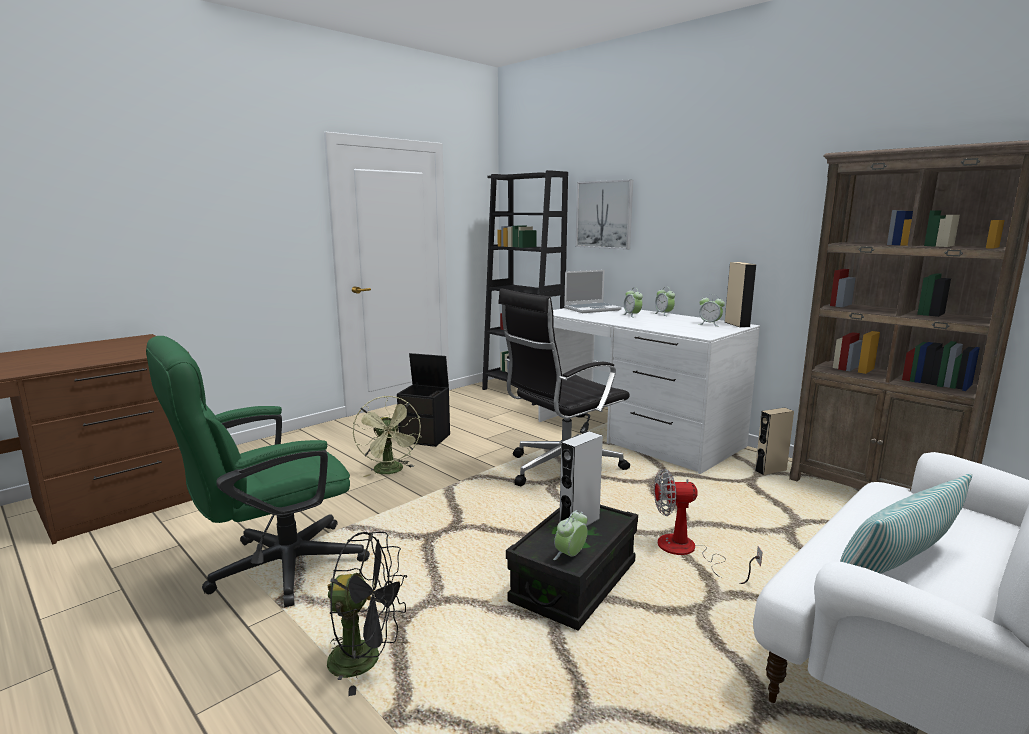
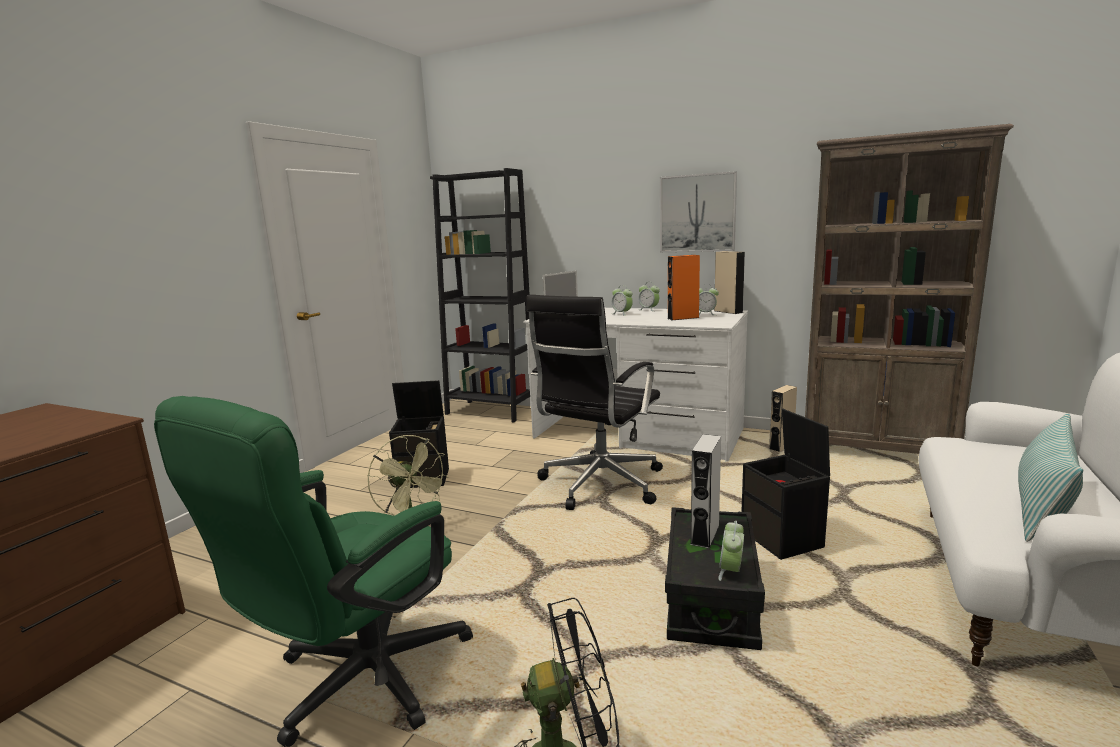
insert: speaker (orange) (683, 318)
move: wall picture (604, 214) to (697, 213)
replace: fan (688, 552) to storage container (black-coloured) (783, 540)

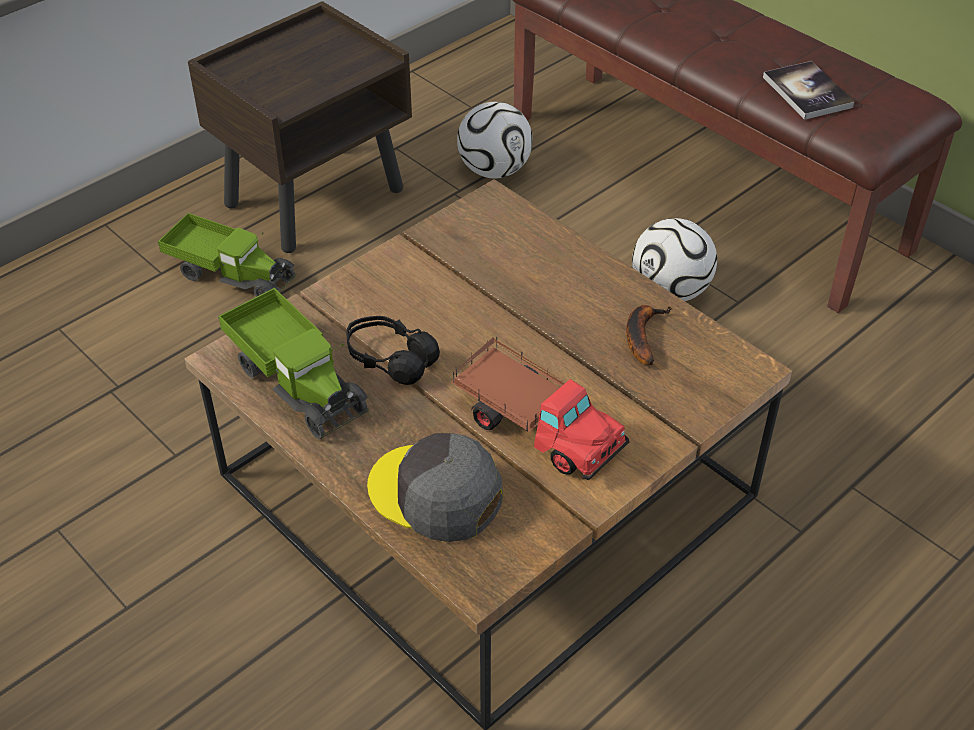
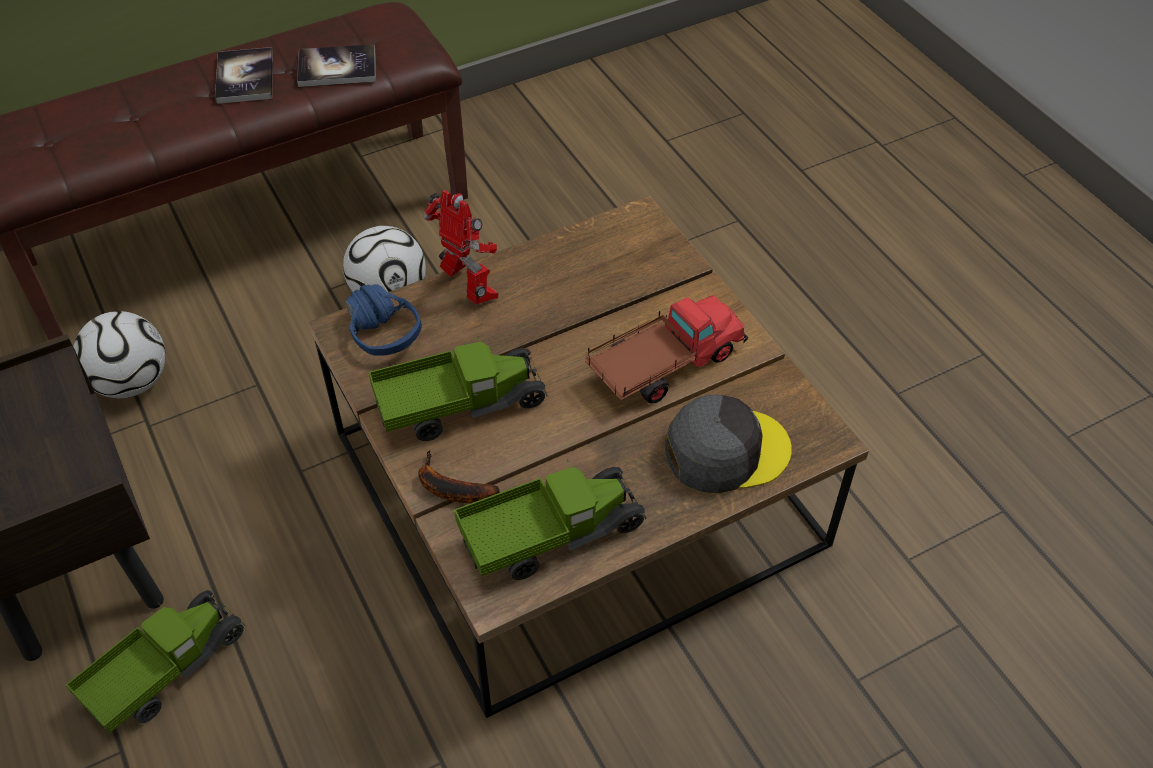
delete: headphones (black-coloured) (390, 359)
insert: bound book (245, 77); model robot (469, 290); headphones (blue) (395, 326); model truck (459, 405)
move: banana (641, 335) to (449, 488)
rotate: peaked cap (greyish) (435, 494) = (725, 450) 150 degrees counterclockwise

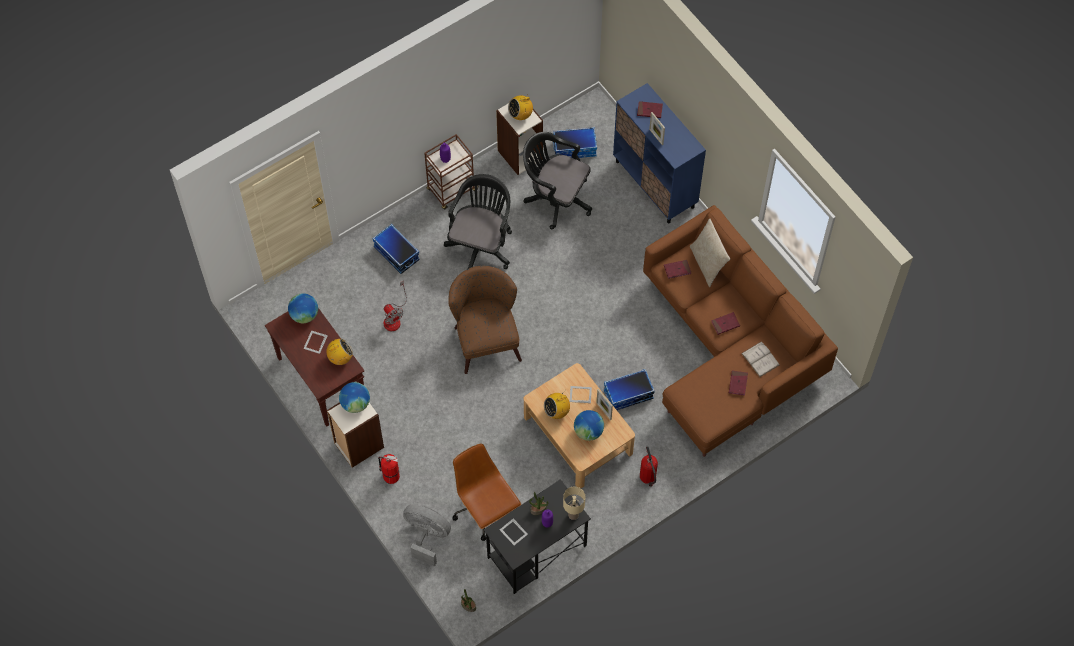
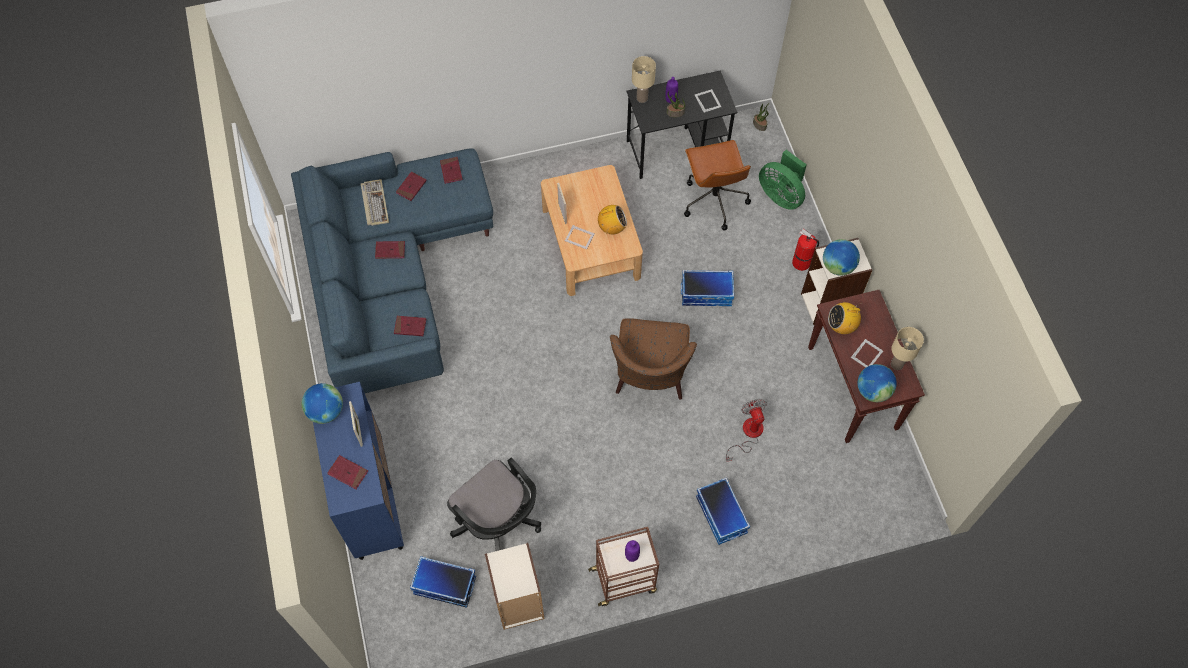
delete: radio (520, 115); computer chair (black-coloured) (481, 245); cushion (beige-coloured) (707, 264); fire-fighting cylinder (648, 477)
insert: bound book (red) (451, 171); table lamp (beige-coloured) (896, 364)
move: storage container (628, 395) to (706, 293); globe (588, 431) to (325, 411)
replace: bound book (white-coloured) (760, 359) to keyboard (374, 203)
recolor: sofa (brownish) (728, 348) to sofa (blue) (392, 278); fan (greyish) (427, 536) to fan (greenish) (781, 195)

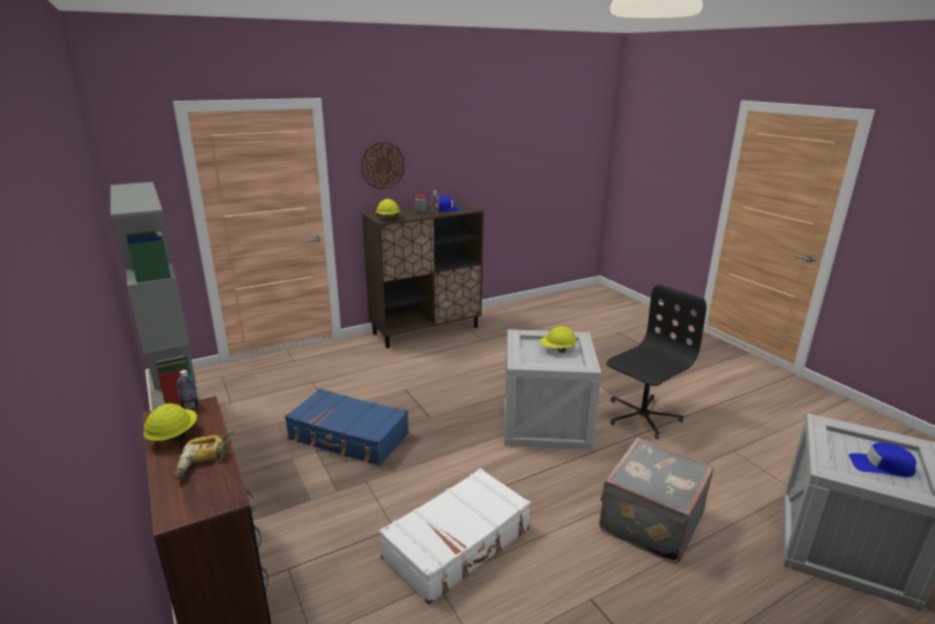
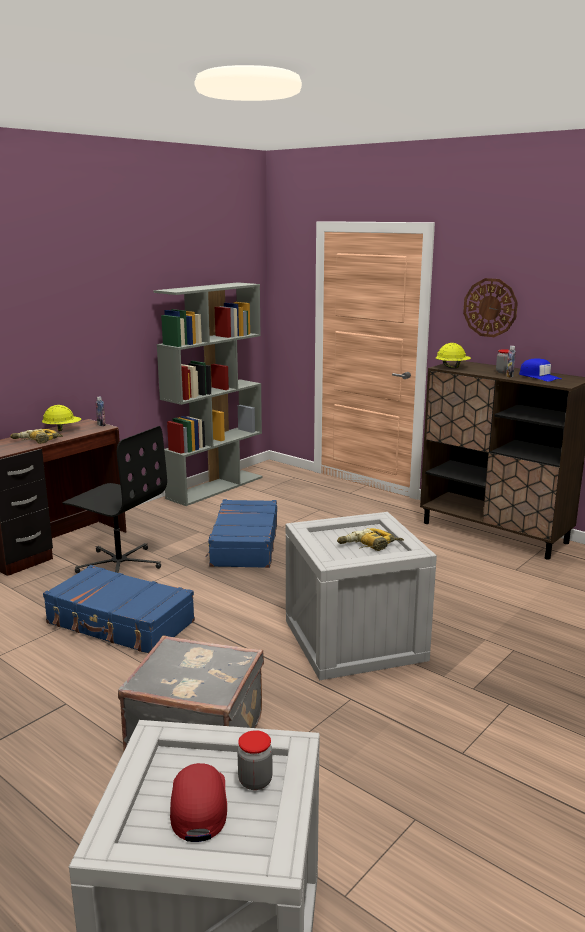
insert: jar (255, 781)
move: computer chair (black-coloured) (641, 416) to (119, 564)
replace: work helmet (yellowish) (557, 350) to drill (369, 546)
recolor: peaked cap (blue) (881, 466) to peaked cap (red) (198, 805); travel case (white-coloured) (458, 544) to travel case (blue) (120, 623)

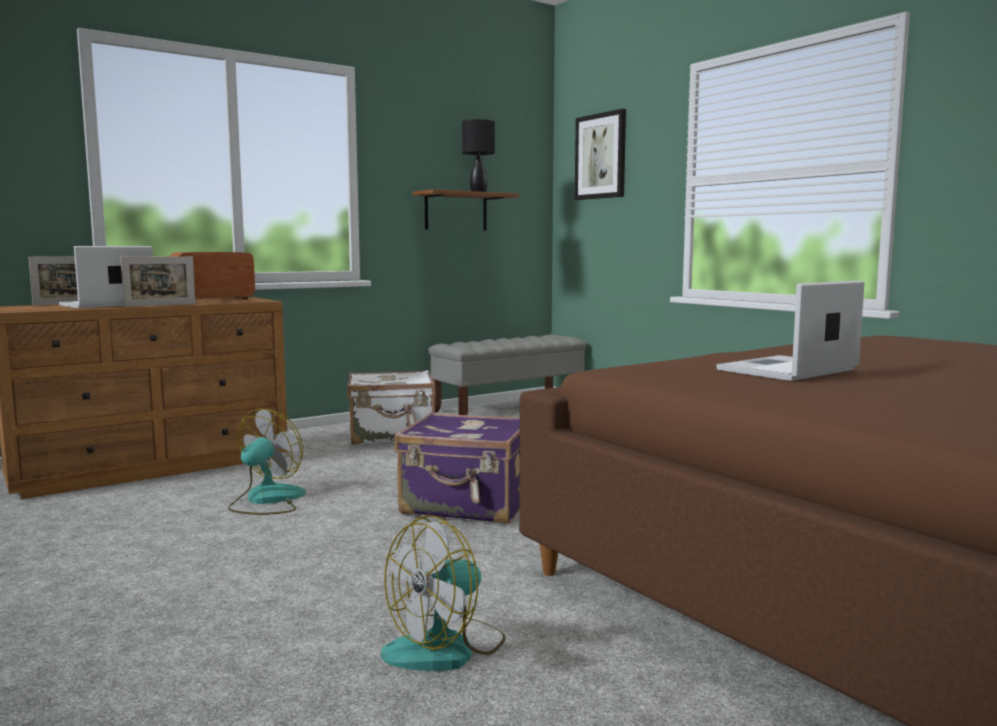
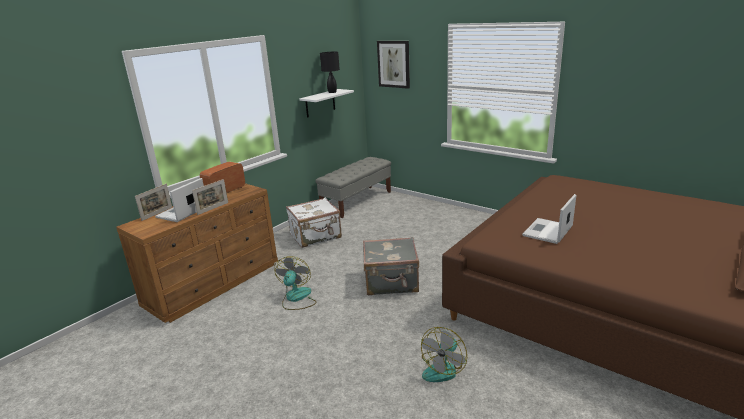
recolor: wall shelf (brownish) (456, 211) to wall shelf (white-coloured) (320, 103); travel case (purplish) (468, 505) to travel case (greyish) (391, 283)

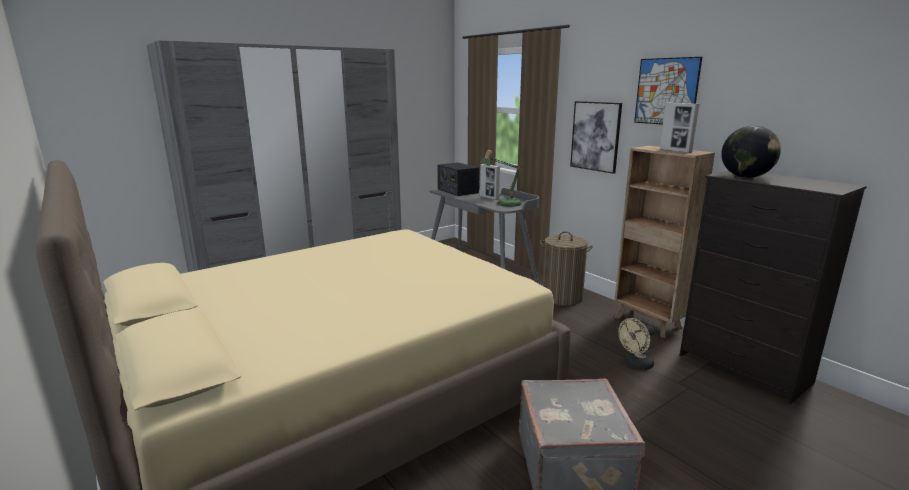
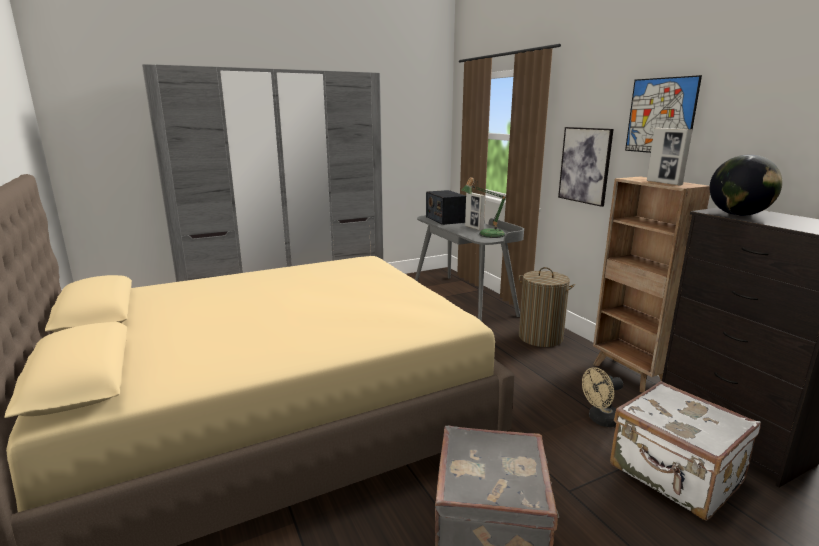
insert: travel case (white-coloured) (675, 475)

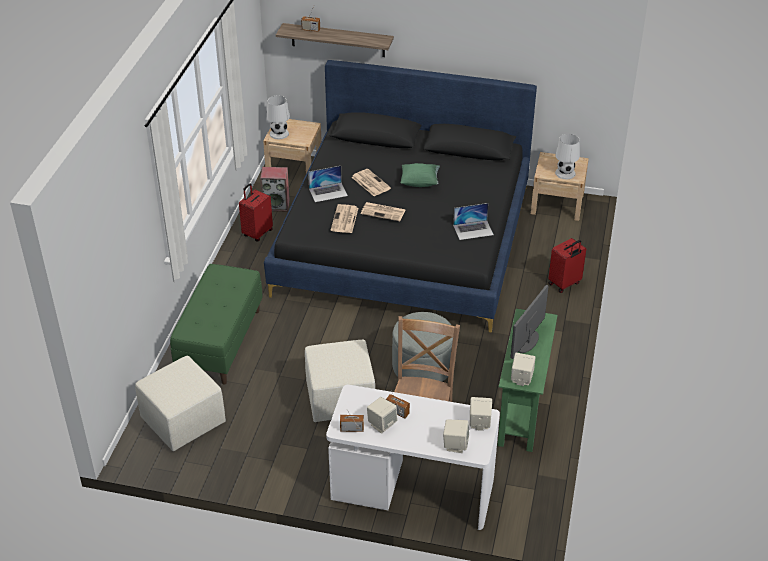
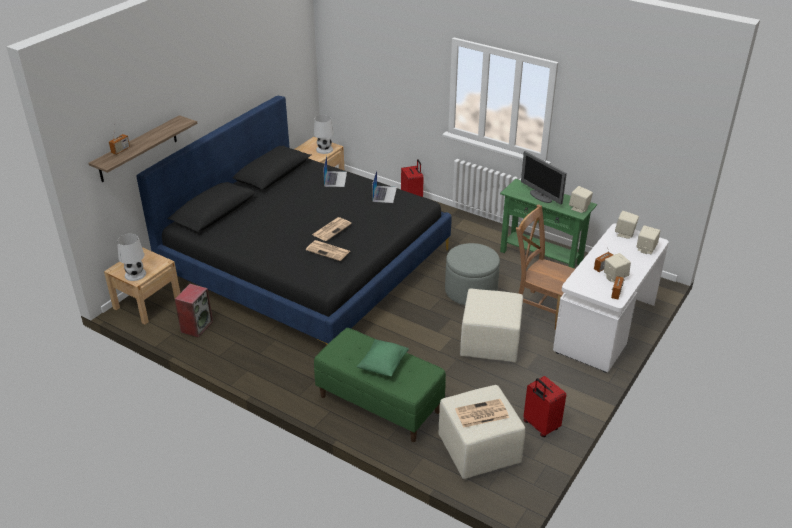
move: cushion (greenish) (420, 182) to (383, 365); portable computer (328, 192) to (335, 179); printed paper (370, 183) to (481, 414); travel case (red) (257, 233) to (540, 426)

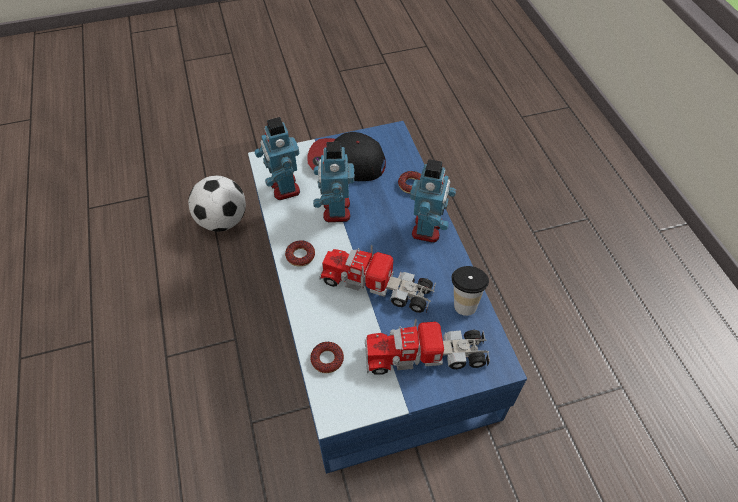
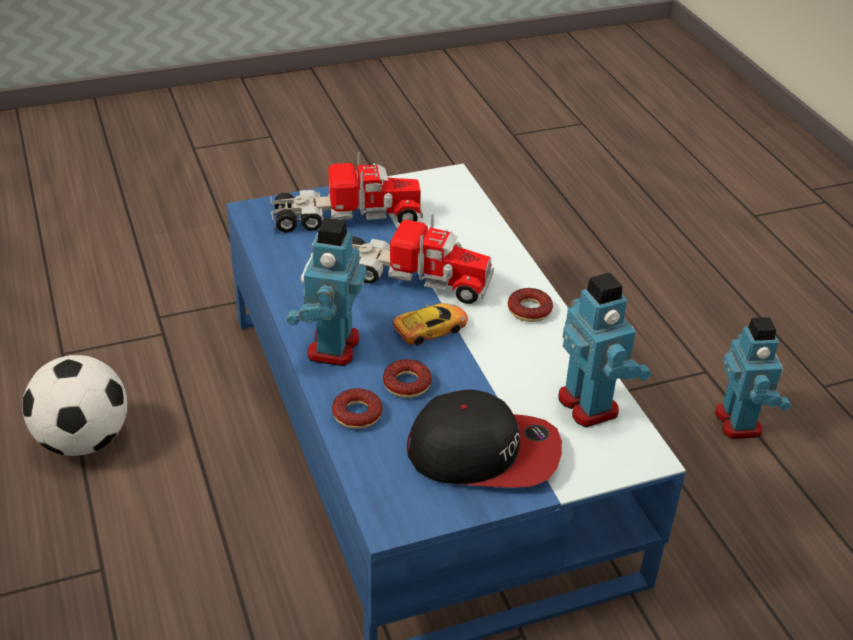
delete: drinking cup (464, 302)
insert: miniature car (430, 328)
move: model robot (335, 210) to (739, 422); ball for football (222, 220) to (84, 441); donut (327, 359) to (407, 384)

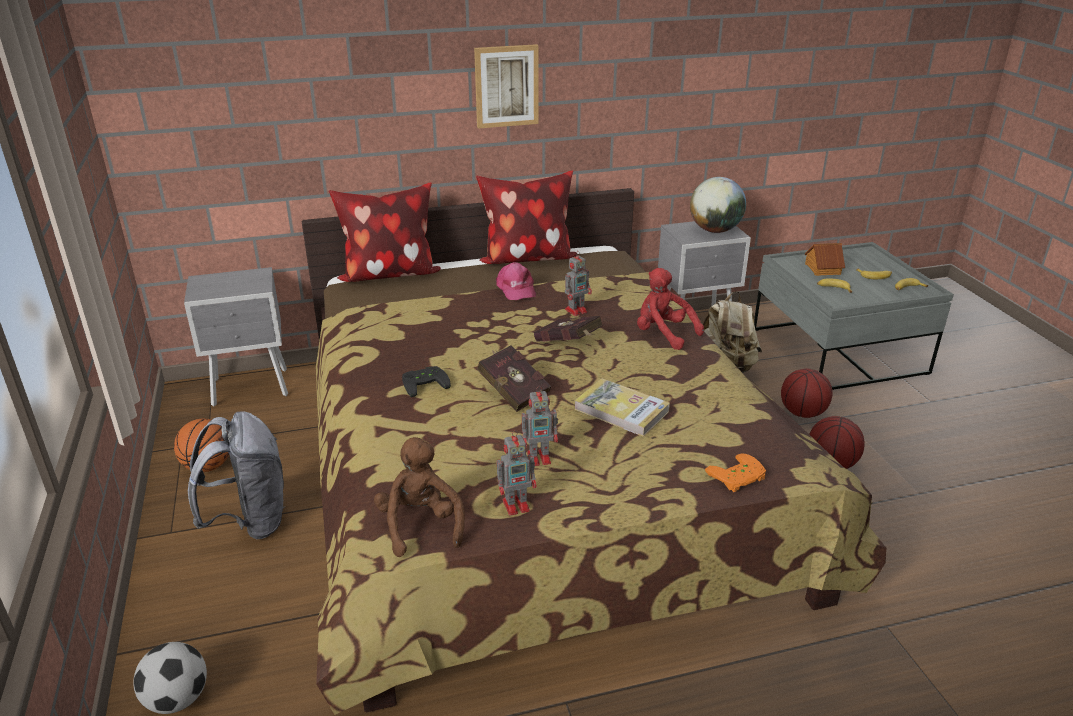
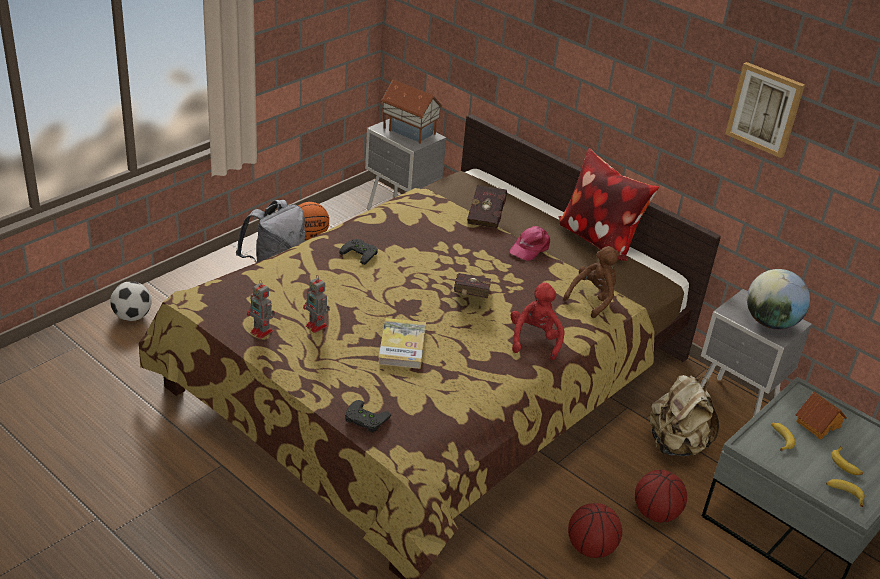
delete: cushion (388, 274); model robot (577, 310)
insert: model house (410, 130)
move: wall picture (506, 86) to (765, 109); bound book (red) (512, 391) to (487, 216); plush toy (brownish) (421, 525) to (593, 299)
recolor: game controller (orange) (738, 478) to game controller (black-coloured) (364, 420)

